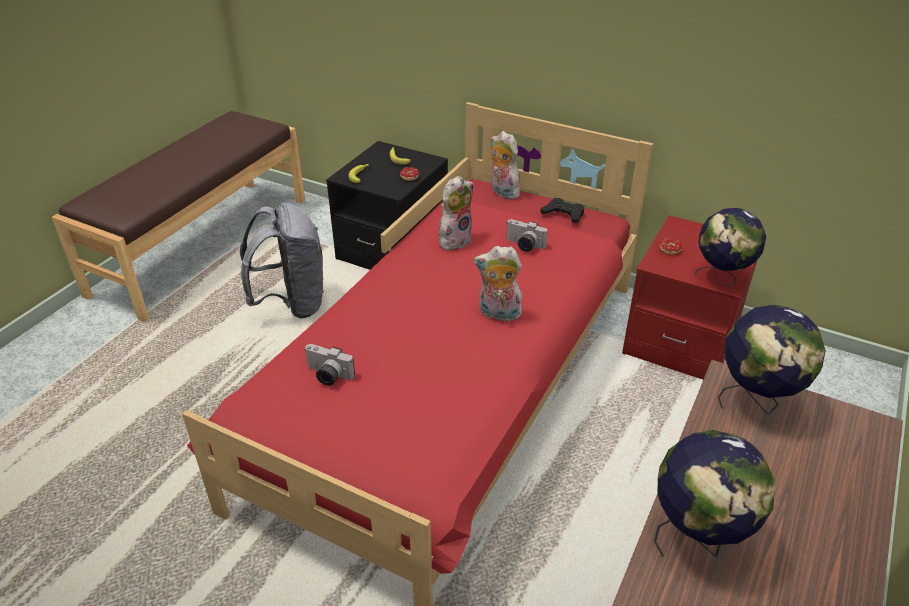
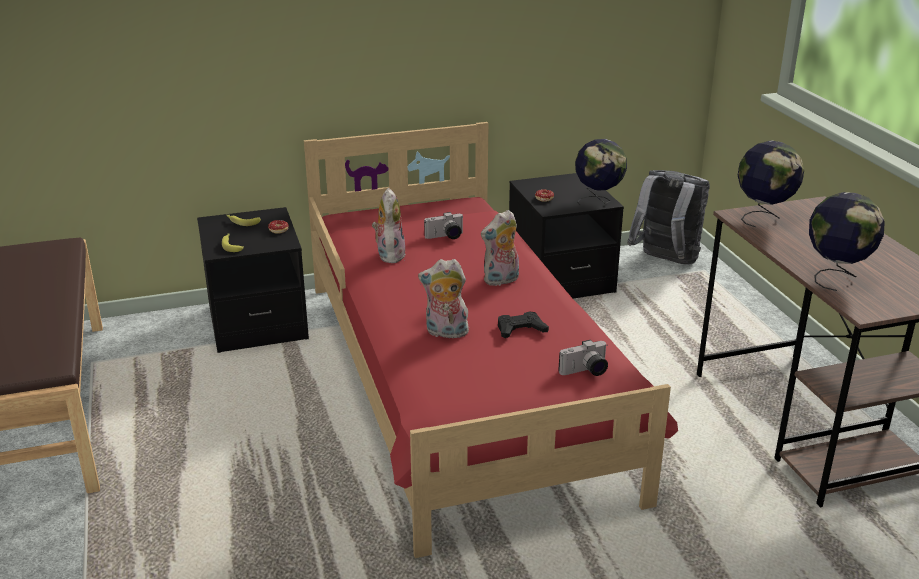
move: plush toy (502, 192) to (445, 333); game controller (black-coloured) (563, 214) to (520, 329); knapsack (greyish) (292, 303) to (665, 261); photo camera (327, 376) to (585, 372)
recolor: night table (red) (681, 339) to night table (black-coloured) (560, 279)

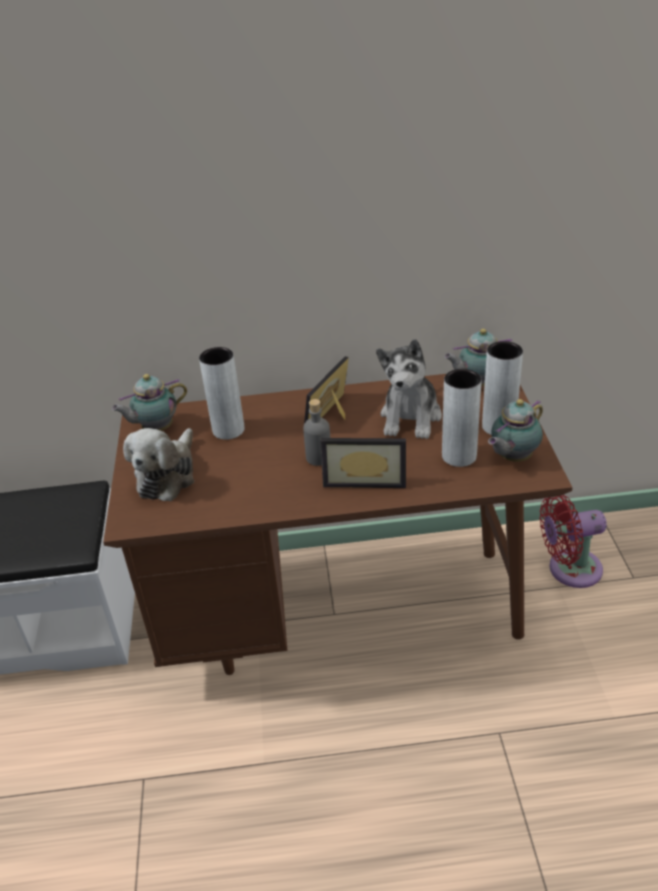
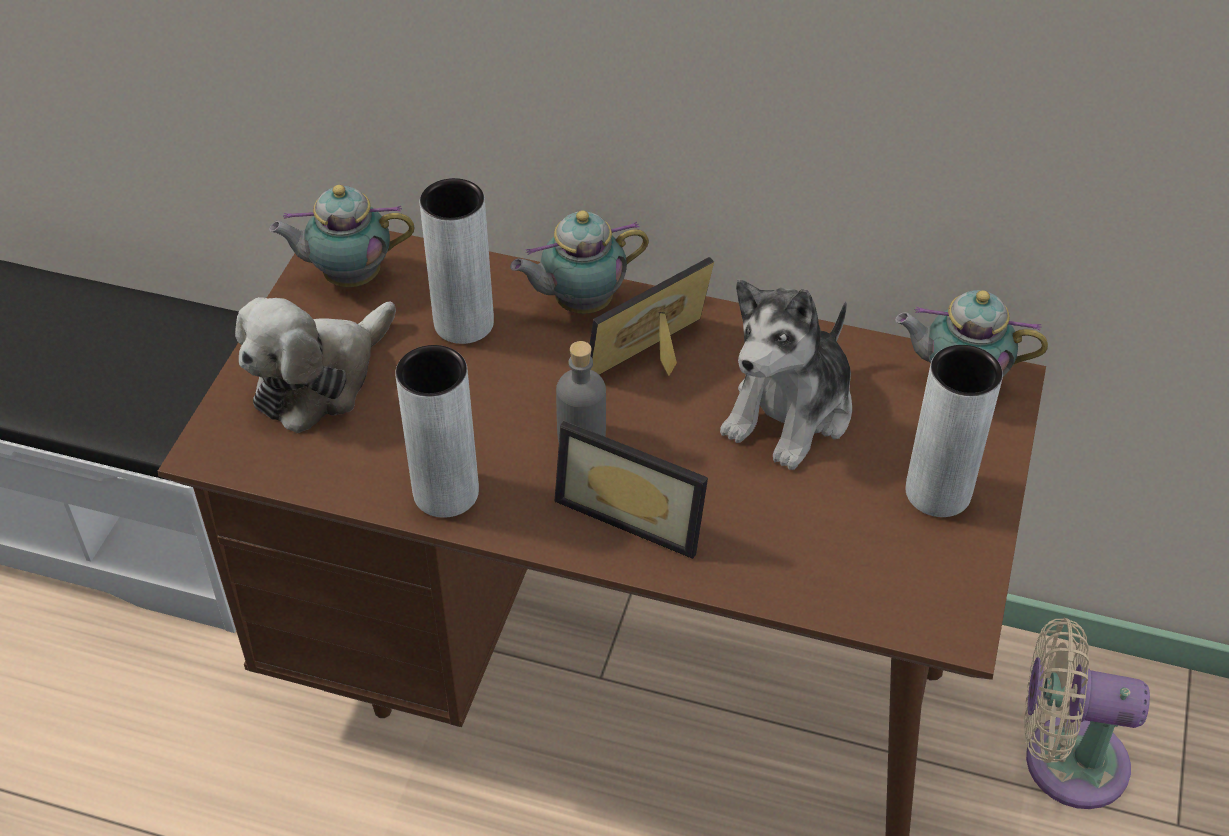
move: vase (greyish) (459, 456) to (446, 492); teapot (512, 458) to (579, 303)
recolor: fan (red) (569, 569) to fan (beige-coloured) (1064, 760)

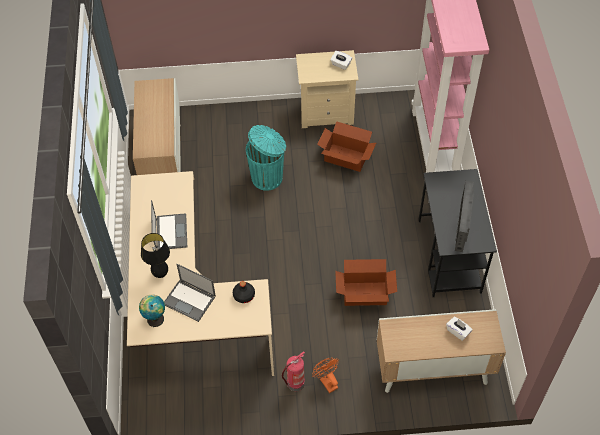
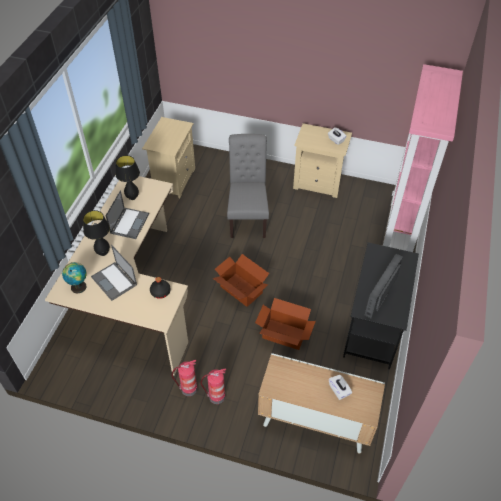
insert: table lamp (black-coloured) (132, 197)
move: carton (346, 158) to (241, 290)
replace: cupboard (162, 158) to night table (beige-coloured) (173, 179); waste bin (blue-green) (268, 177) to upright chair (greyish) (248, 217); fan (orange) (326, 381) to fire-fighting cylinder (216, 397)

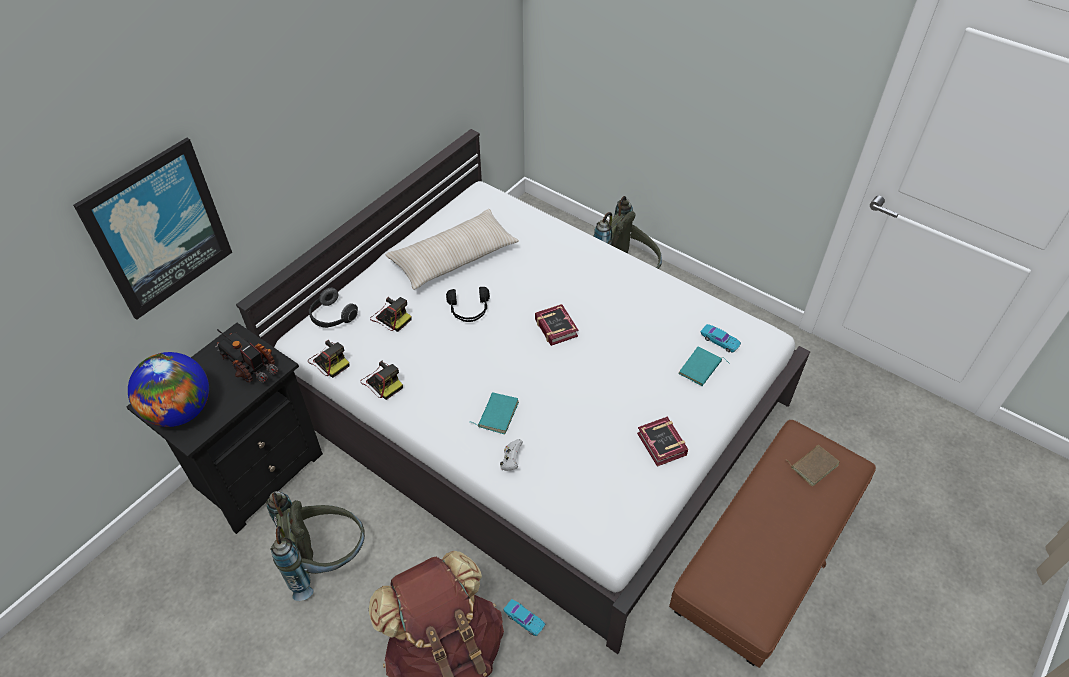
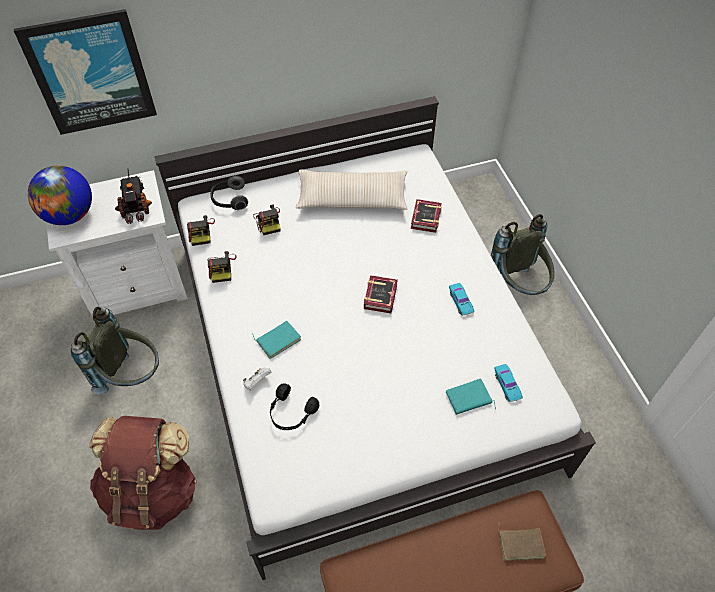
move: headphones (black-coloured) (469, 310) to (291, 413); bound book (661, 446) to (424, 219); miniature car (blue-green) (524, 619) to (460, 301)
recolor: night table (black-coloured) (256, 471) to night table (white-coloured) (138, 286)

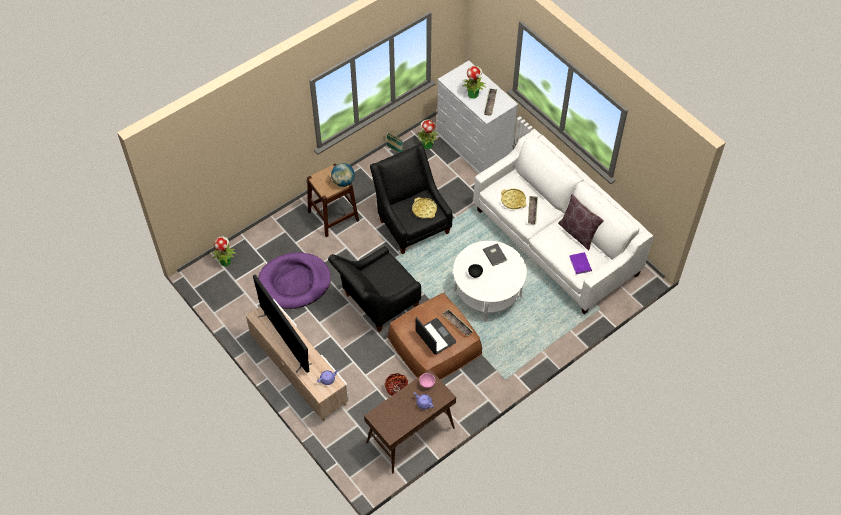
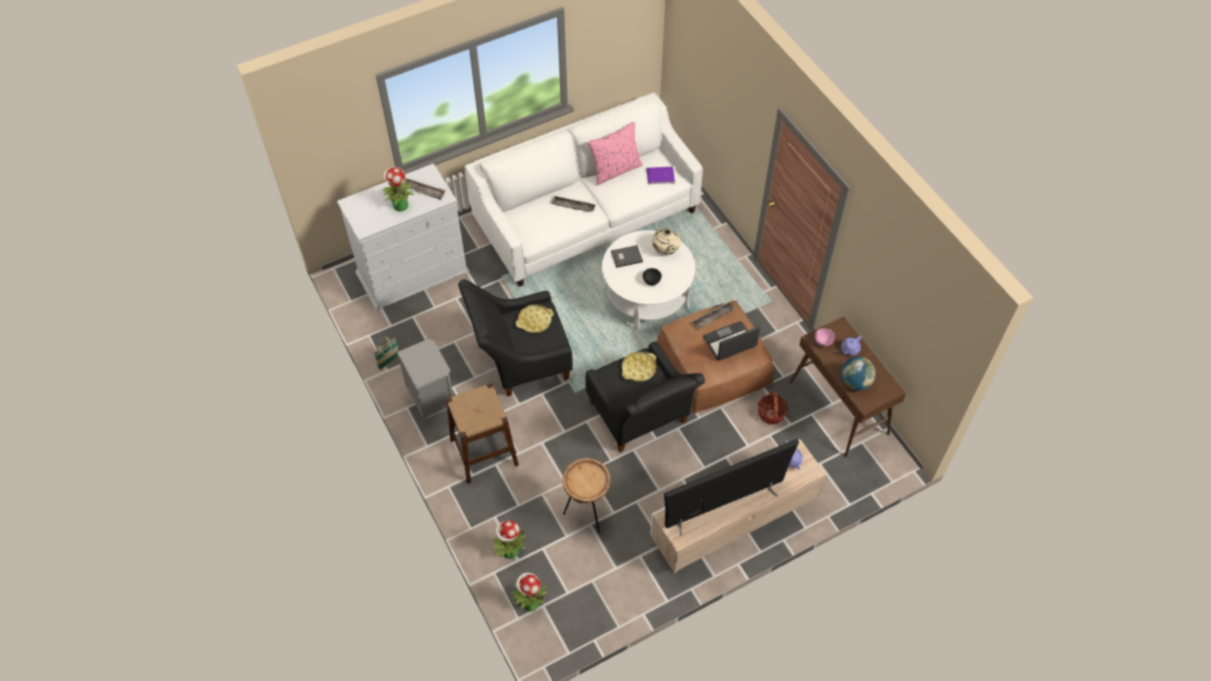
insert: vase (beige-coloured) (665, 251); night table (greyish) (432, 400)
move: houseplant (427, 145) to (510, 552); globe (343, 182) to (855, 382); tray (yellowish) (513, 200) to (638, 368)
replace: pet bed (purplish) (294, 282) to side table (brownish) (587, 513)
recolor: cushion (brownish) (578, 233) to cushion (pinkish) (615, 170)

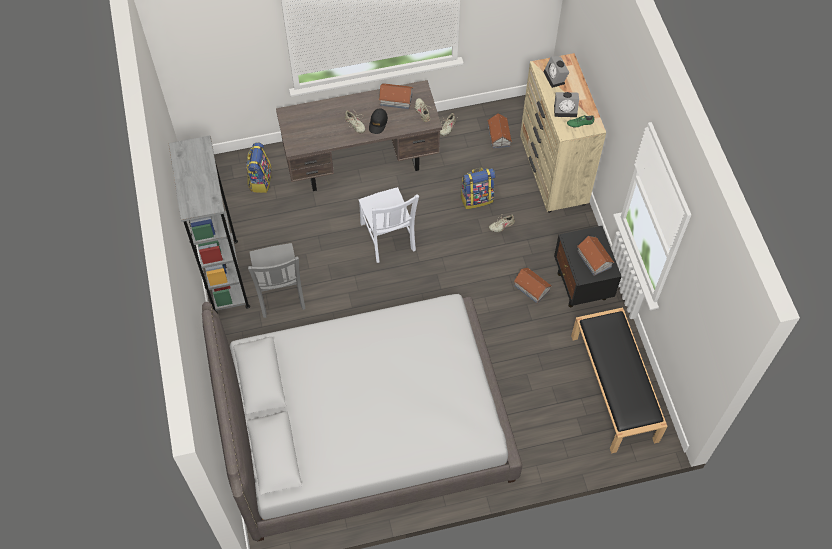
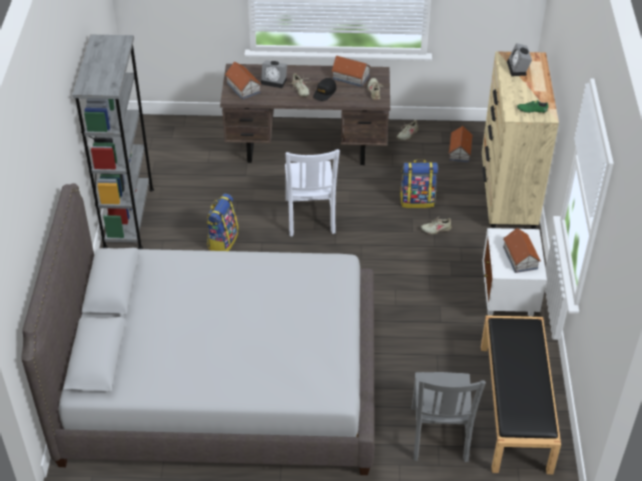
move: bedside clock (566, 110) to (275, 81); knapsack (260, 180) to (222, 241); upright chair (greyish) (280, 293) to (439, 436); model house (531, 287) to (243, 87)
recolor: night table (black-coloured) (582, 286) to night table (white-coloured) (508, 302)

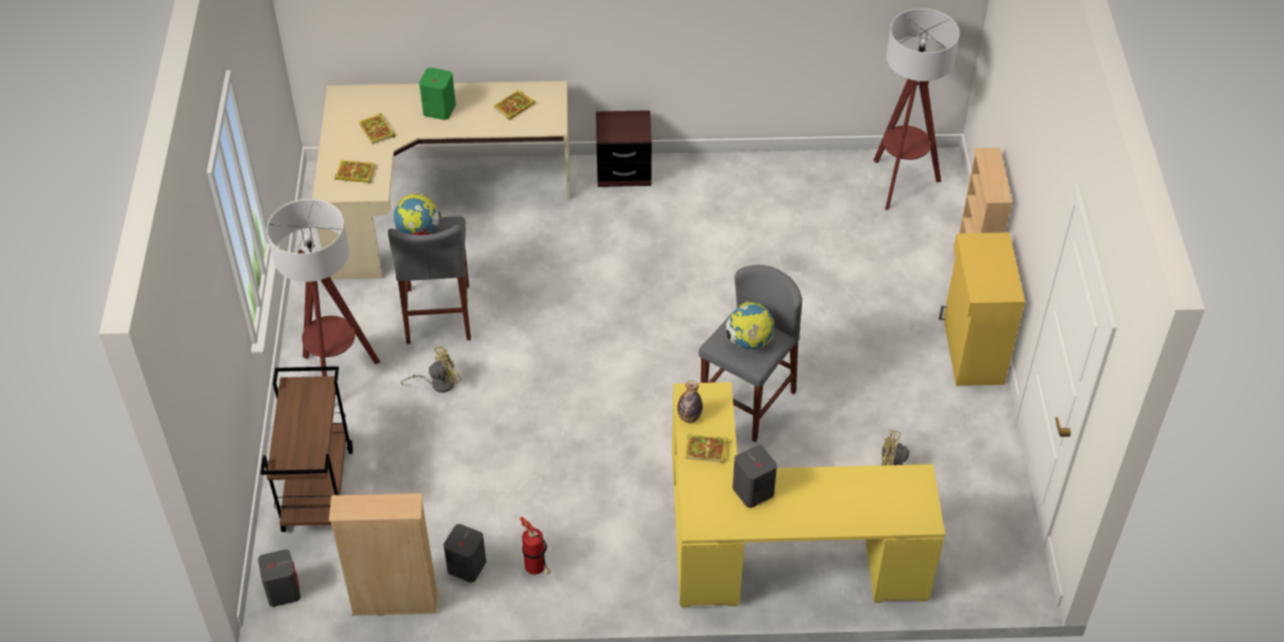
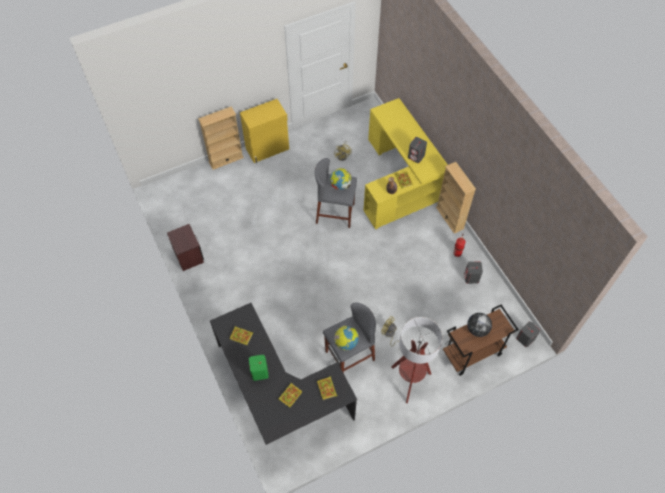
delete: standard lamp (900, 183)
insert: globe (477, 329)
move: night table (brownish) (624, 172) to (188, 256); bookcase (beige-coloured) (395, 602) to (450, 218)
recolor: desk unit (beige-coloured) (434, 203) to desk unit (black-coloured) (278, 396)

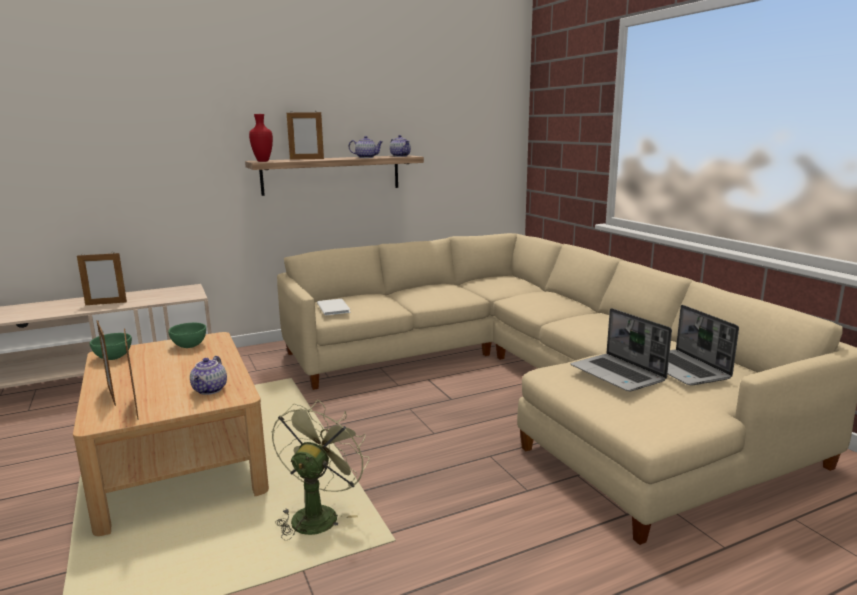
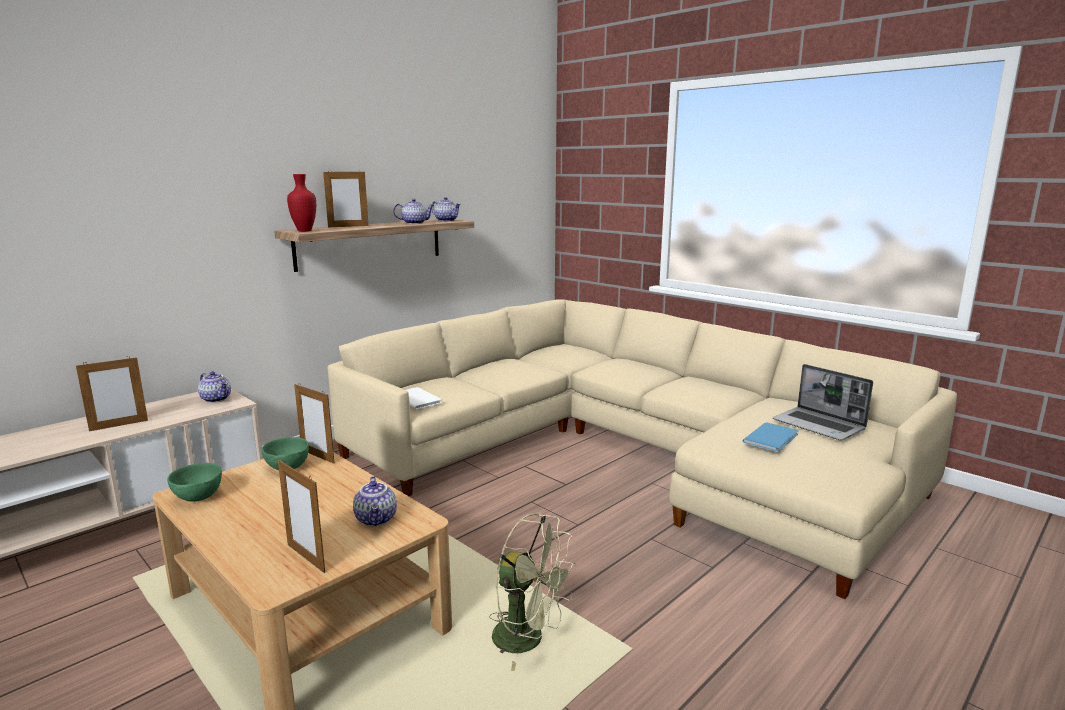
insert: teapot (217, 399)
move: standing frame (111, 395) to (317, 456)
replace: portable computer (618, 374) to bound book (blue) (773, 438)
rotate: fan (greenish) (318, 514) = (529, 639) 120 degrees clockwise

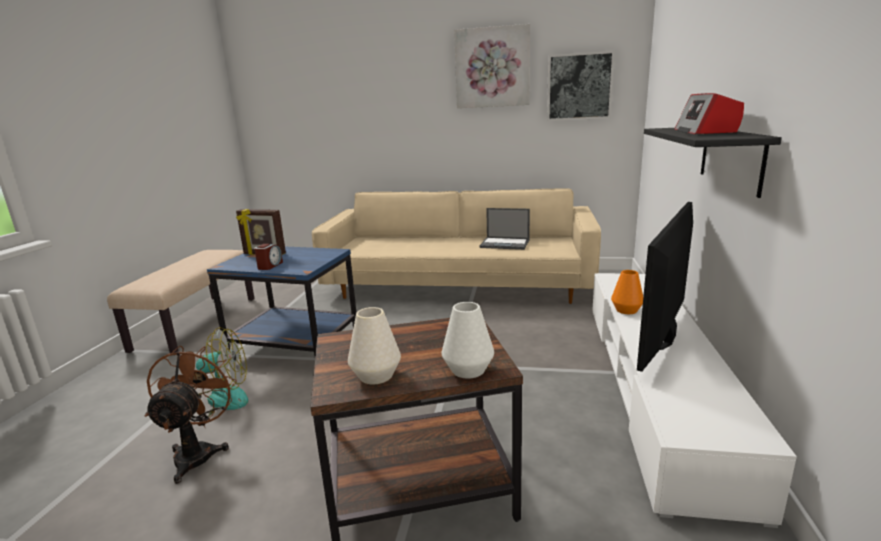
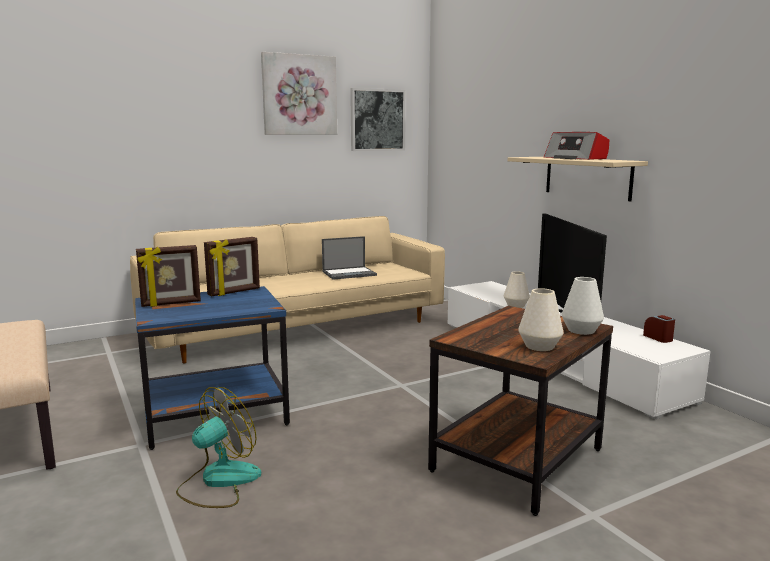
delete: fan (brownish) (199, 452)
insert: standing frame (234, 292)
move: bedside clock (270, 266) to (658, 338)
recolor: wall shelf (black-coloured) (730, 158) to wall shelf (beige-coloured) (587, 177); vase (orange) (626, 310) to vase (white-coloured) (516, 305)

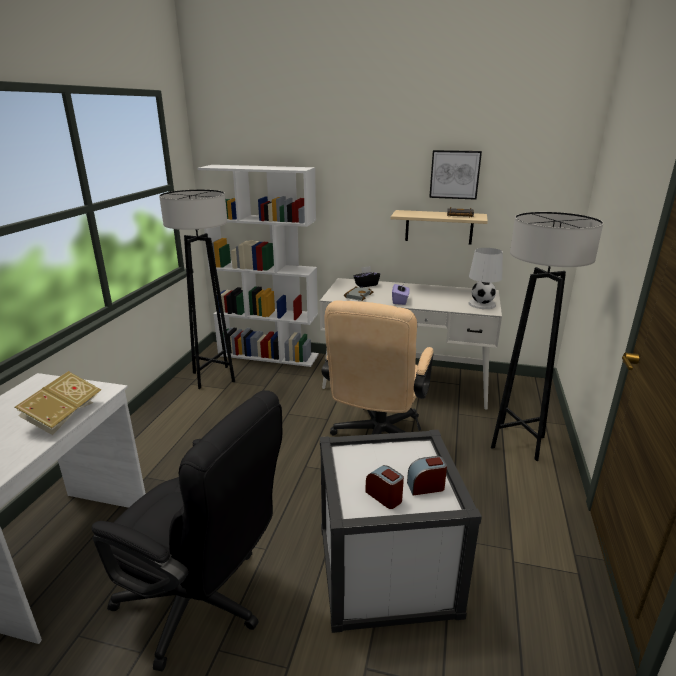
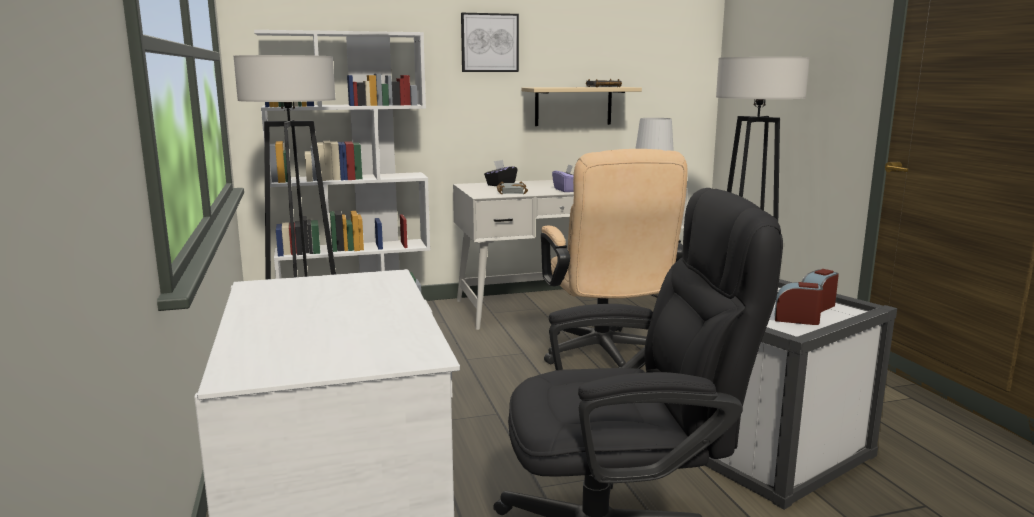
delete: bound book (63, 416)
move: wall picture (454, 174) to (489, 43)

